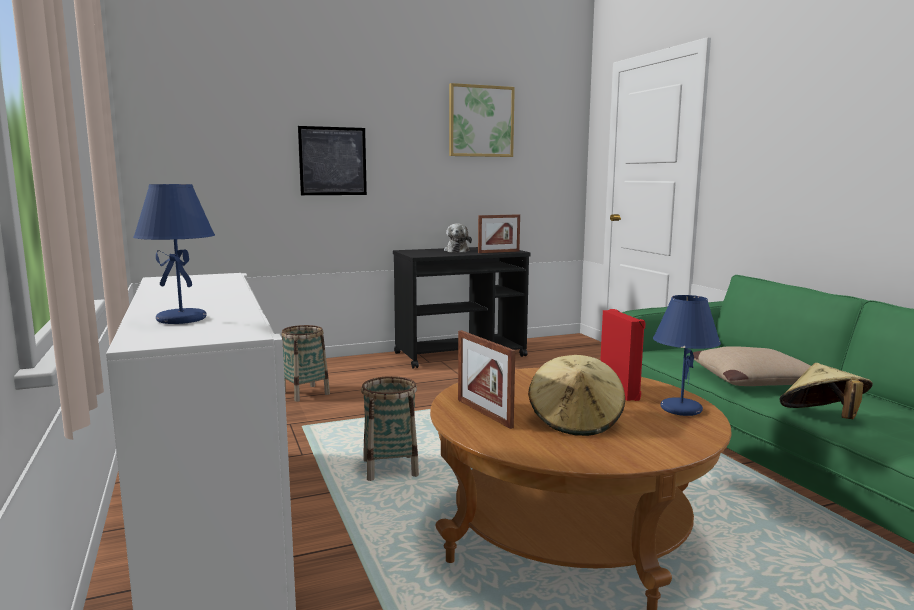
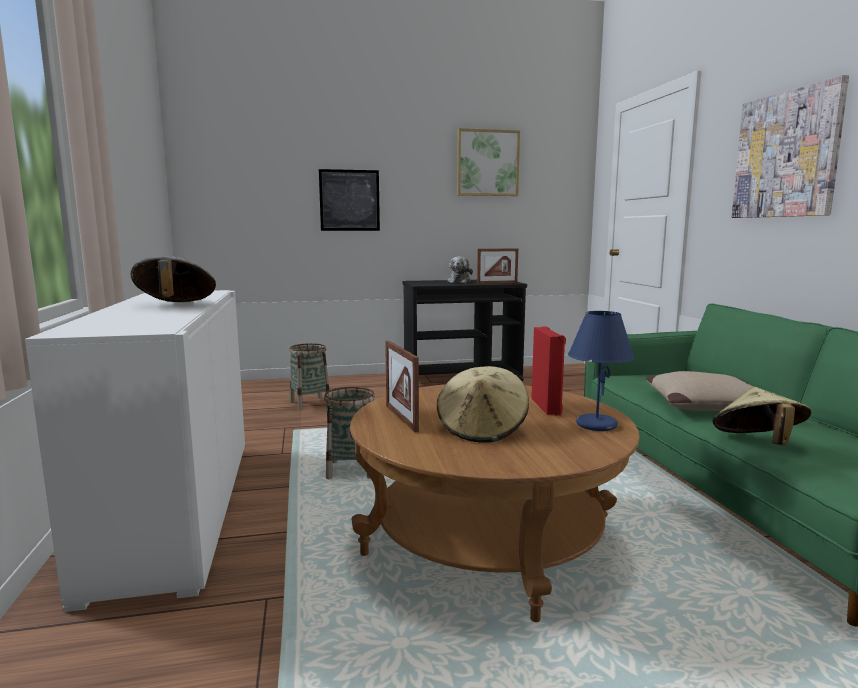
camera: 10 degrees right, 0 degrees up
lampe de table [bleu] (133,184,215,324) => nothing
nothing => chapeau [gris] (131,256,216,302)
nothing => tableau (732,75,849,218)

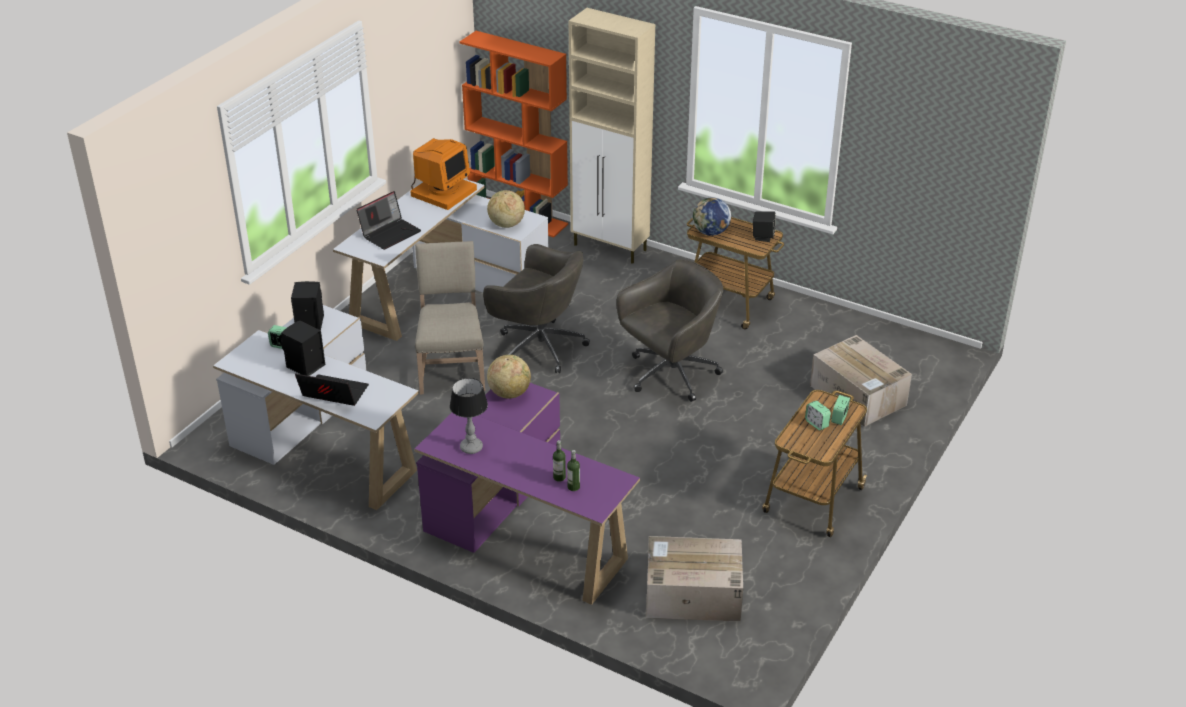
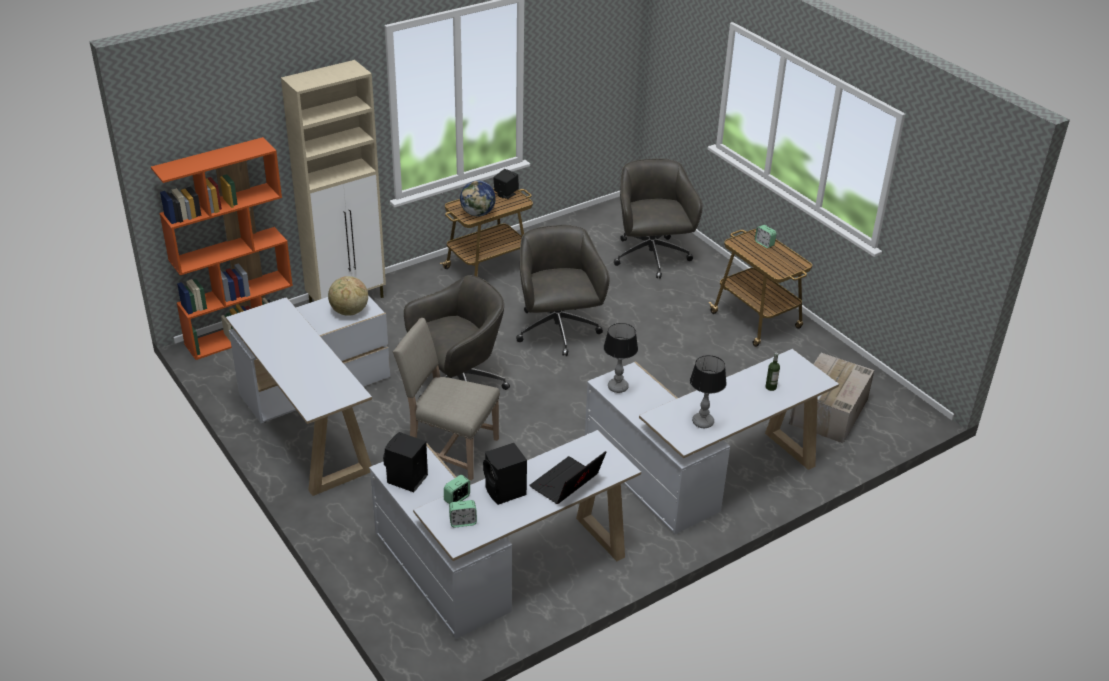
camera: 65 degrees left, 0 degrees up
ordinateur portable (356,191,421,250) => nothing
écran d'ordinateur (410,138,477,210) => nothing
bouteille (567,450,580,491) => nothing
réveil (805,401,831,430) => réveil (449,500,477,527), relocated
globe (487,355,531,398) => lampe de table (603,323,638,393)
carton (810,335,912,427) => chaise de bureau [gris] (614,158,702,279)
bureau [violet] (414,383,640,605) => bureau [blanc] (585,349,839,534)

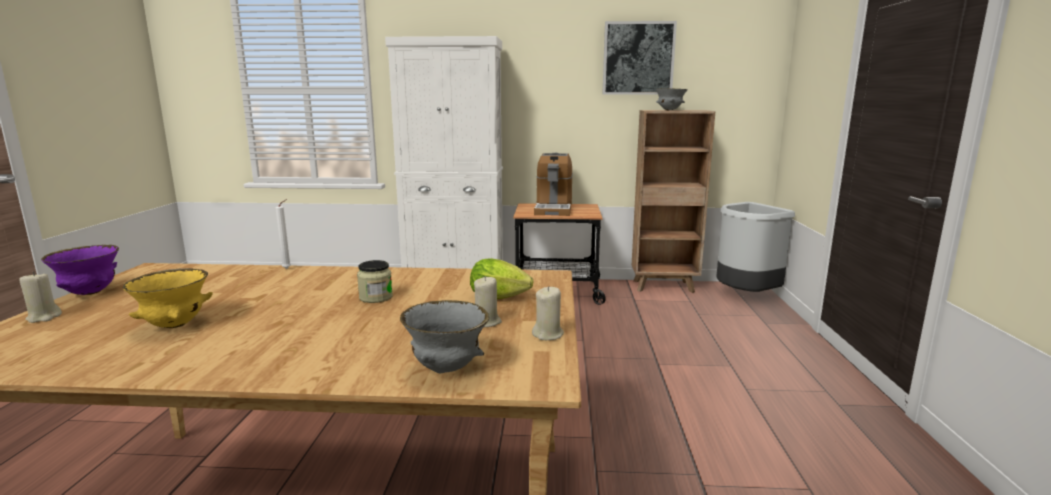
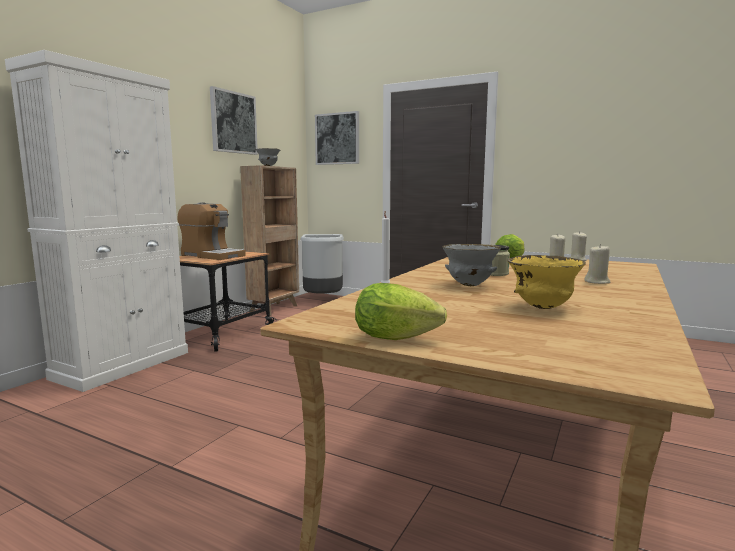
camera: 65 degrees left, 5 degrees down
nothing => tableau (315,111,359,165)
bougie [beige] (19,272,62,323) => bougie [beige] (584,244,611,284), relocated
bol [gris] (400,300,489,374) => bol [gris] (442,244,501,286), relocated
bol [violet] (41,245,119,295) => laitue (355,283,447,340)

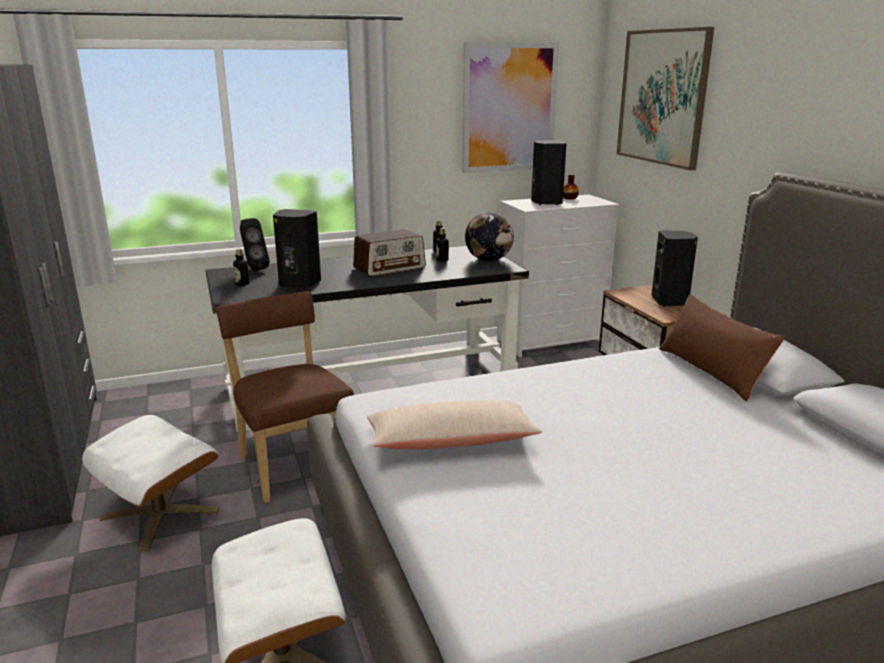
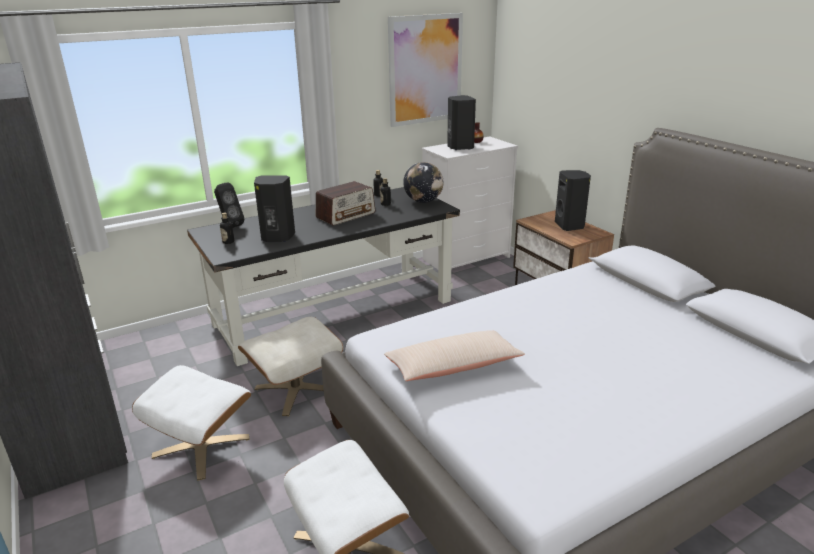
camera: 10 degrees left, 5 degrees up
tableau (617,27,714,170) => nothing
coussin [marron] (659,294,785,402) => nothing
chaise [marron] (216,291,354,503) => pouf [beige] (238,317,343,416)

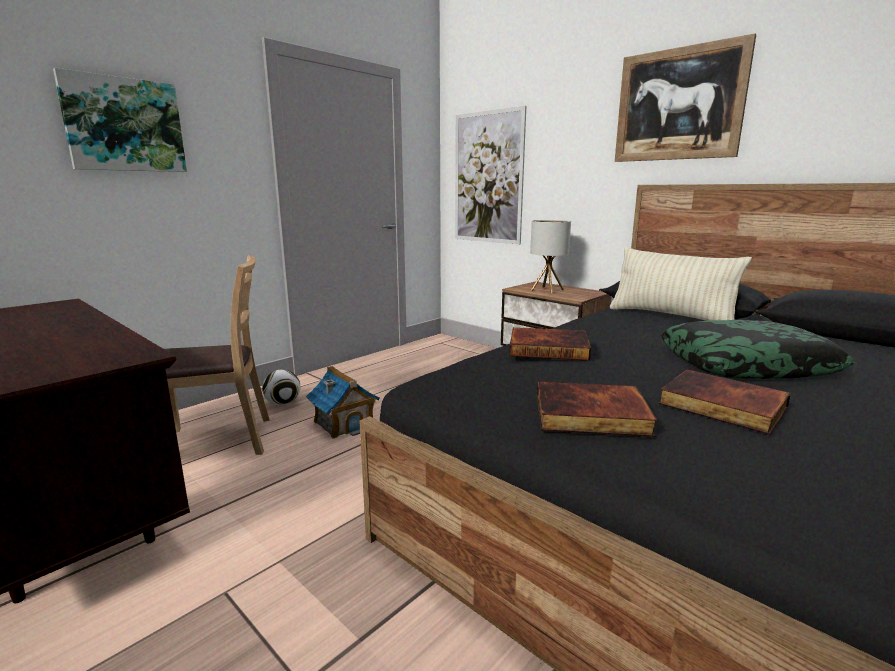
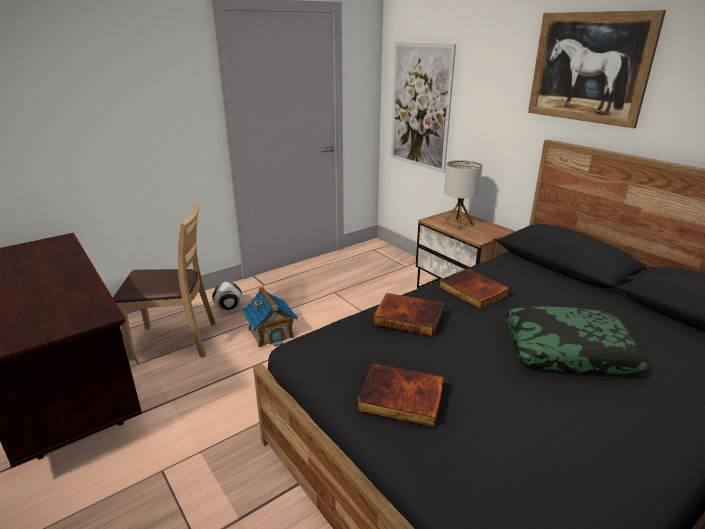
camera: 10 degrees right, 10 degrees up
tableau (53,68,187,172) => nothing
coussin [beige] (610,247,752,321) => nothing
livre (659,369,791,435) => livre (439,269,510,310), relocated

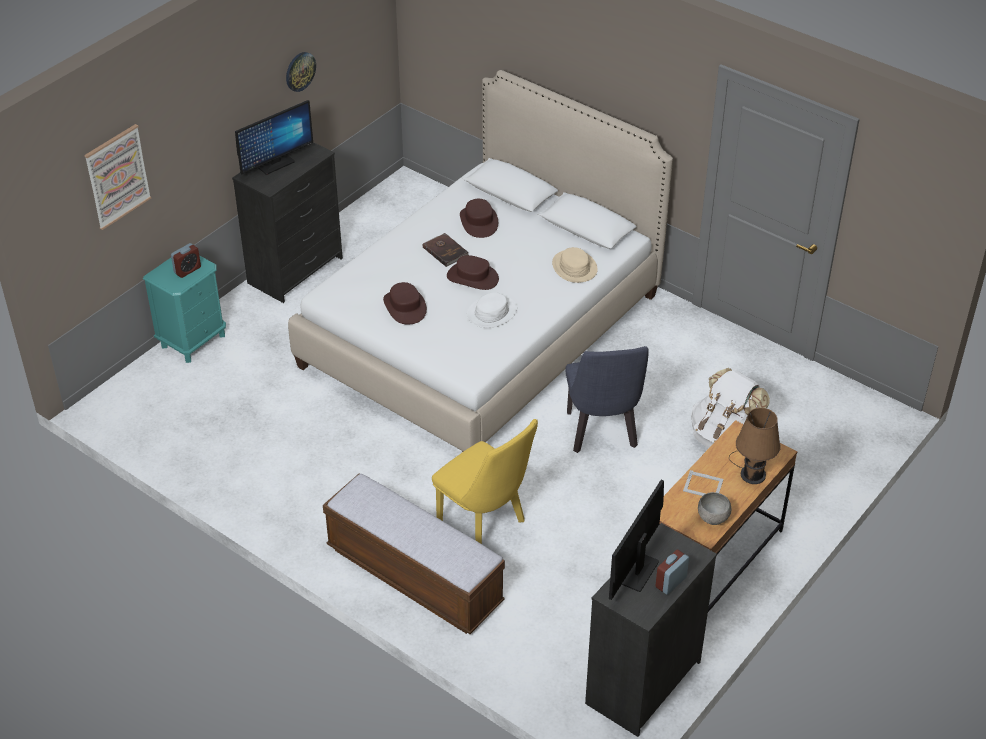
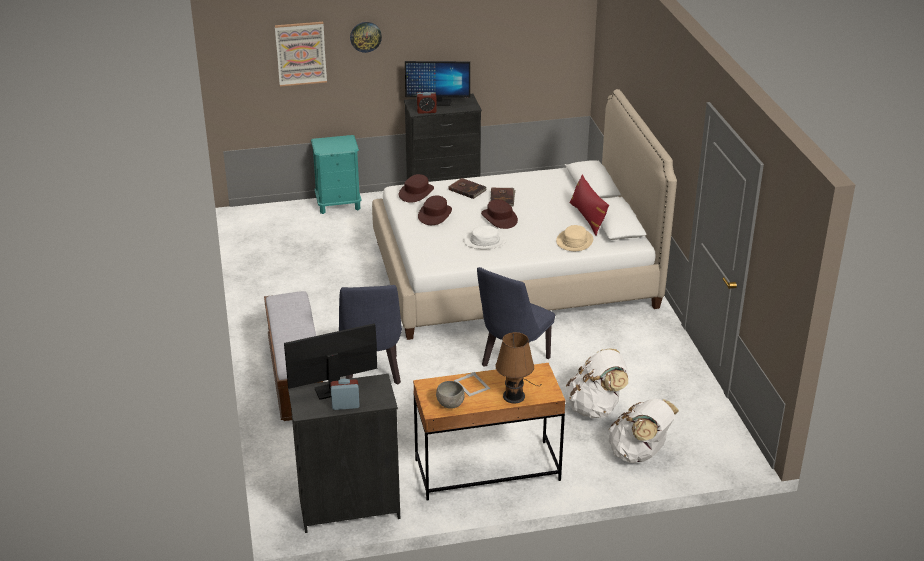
camera: 40 degrees right, 10 degrees down
nothing => livre [marron] (449,178,487,199)
nothing => coussin [rouge] (570,174,609,236)
nothing => sac à dos [blanc] (608,399,679,463)
réveil (171,243,201,278) => réveil (417,92,437,114), relocated
horloge murale (286,52,316,92) => horloge murale (350,22,382,53), relocated
chapeau [marron] (460,199,498,238) => chapeau [marron] (399,174,434,203), relocated
chaise [jaune] (432,419,538,544) => chaise [bleu] (339,285,402,384)

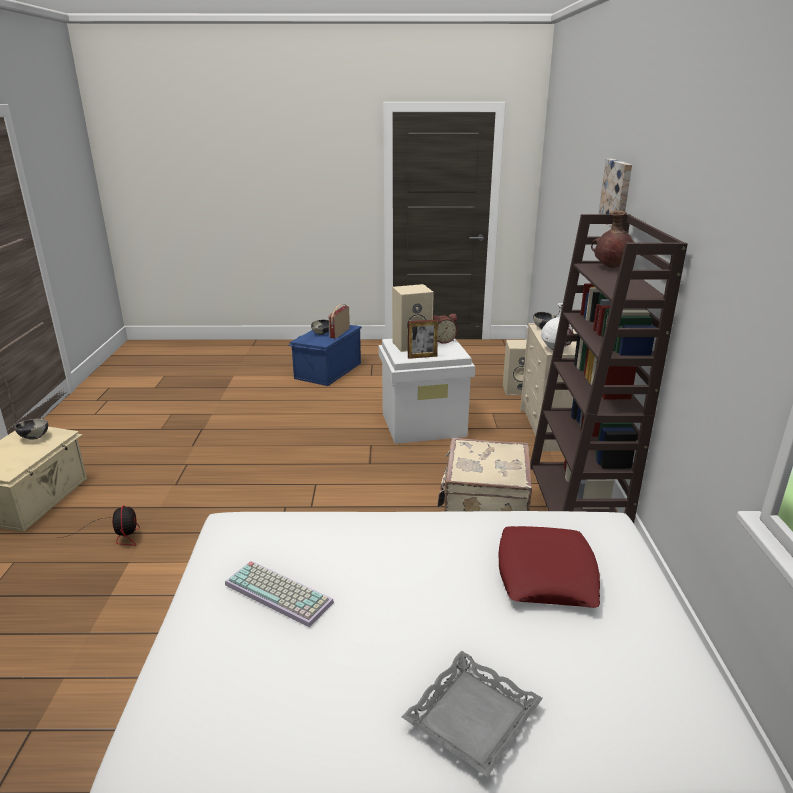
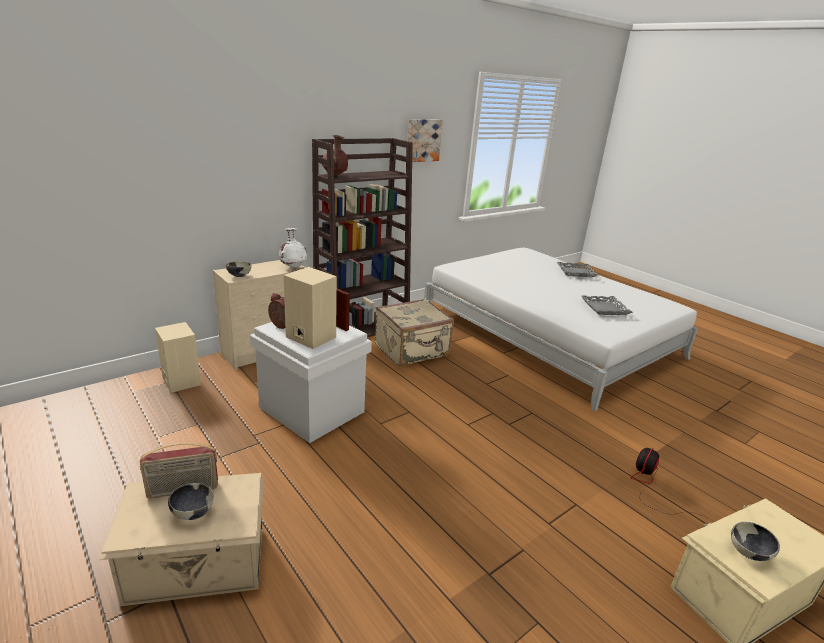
camera: 130 degrees left, 0 degrees up
coussin [rouge] (499,526,600,608) => nothing
tableau (599,159,632,228) => tableau (408,119,443,162), relocated
clavier (225,561,334,627) => plateau [gris] (581,295,633,315)
boîte de rangement [bleu] (288,325,362,386) => boîte de rangement [beige] (99,473,264,606)

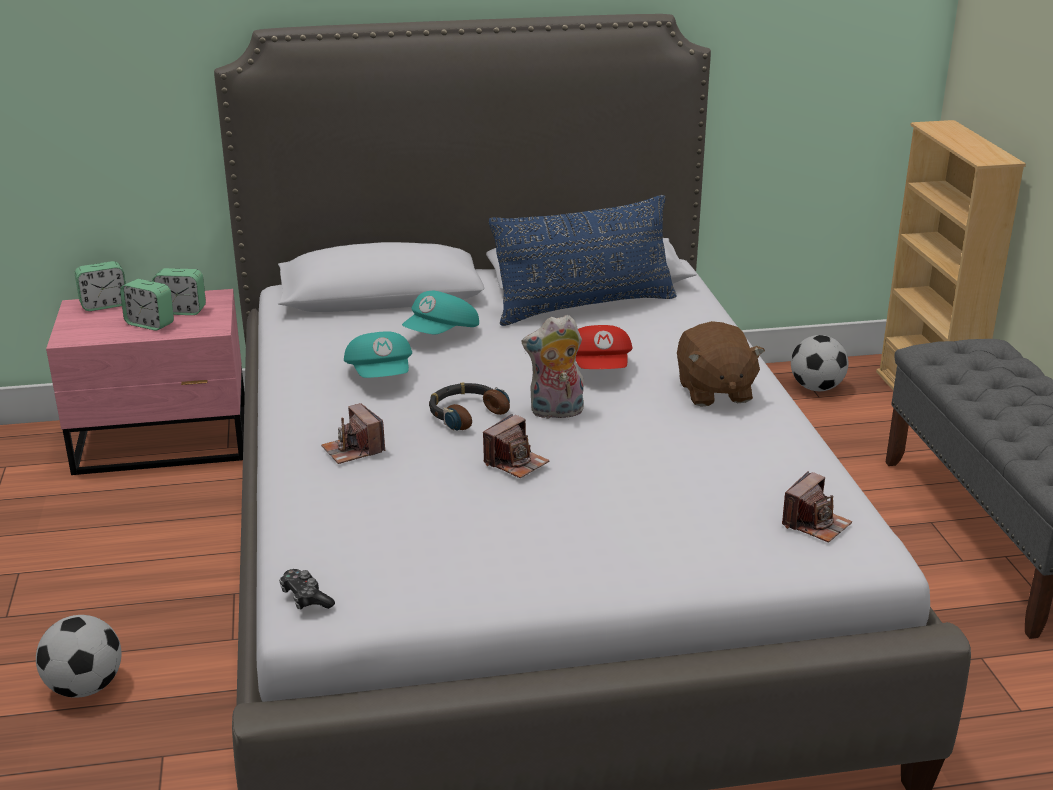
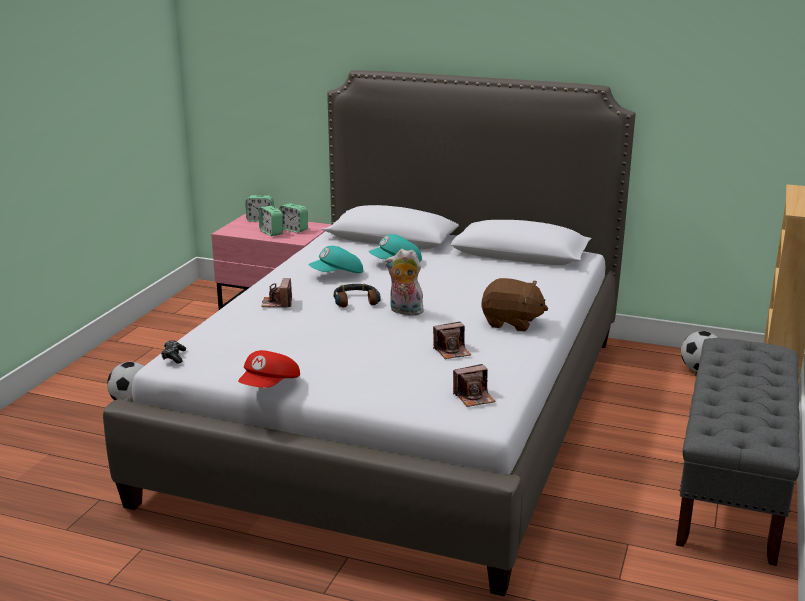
camera: 30 degrees right, 5 degrees down
coussin [bleu] (489,195,676,326) => nothing
appareil photo (483,414,550,478) => appareil photo (433,322,471,359), relocated
casquette [rouge] (576,325,633,369) => casquette [rouge] (238,350,300,388), relocated
casquette [turquoise] (344,331,412,378) => casquette [turquoise] (308,246,363,273), 45 degrees clockwise
peluche [marron] (677,321,765,406) => peluche [marron] (482,278,548,331), 90 degrees counterclockwise

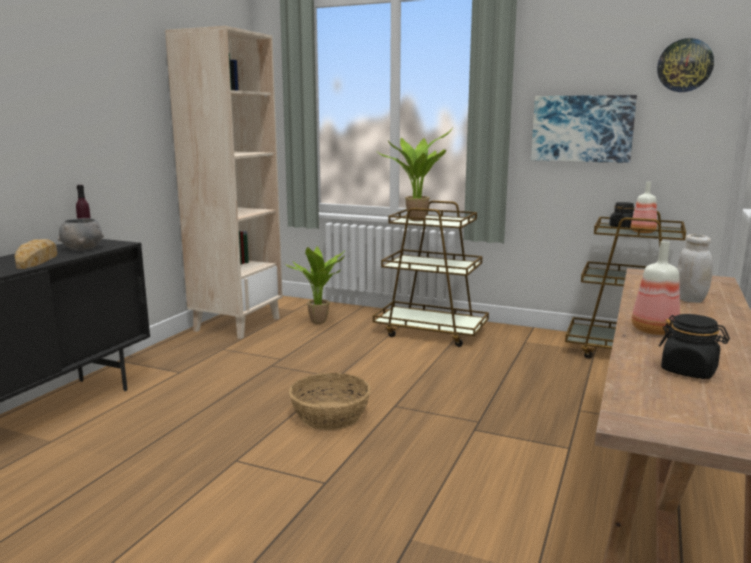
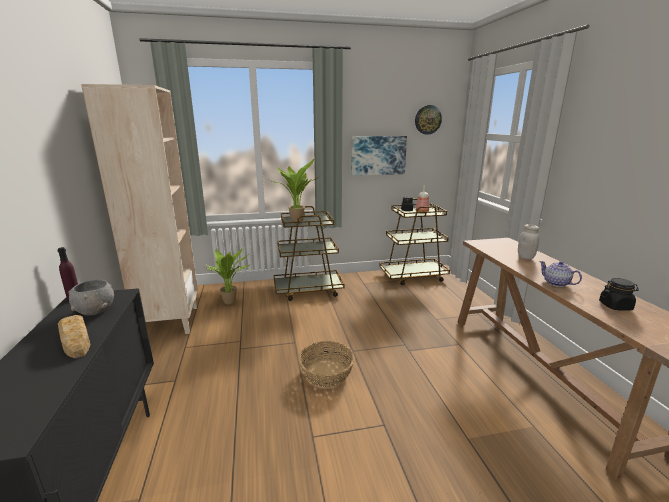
camera: 35 degrees left, 5 degrees up
bouteille (631,241,680,335) => théière (539,261,582,287)

